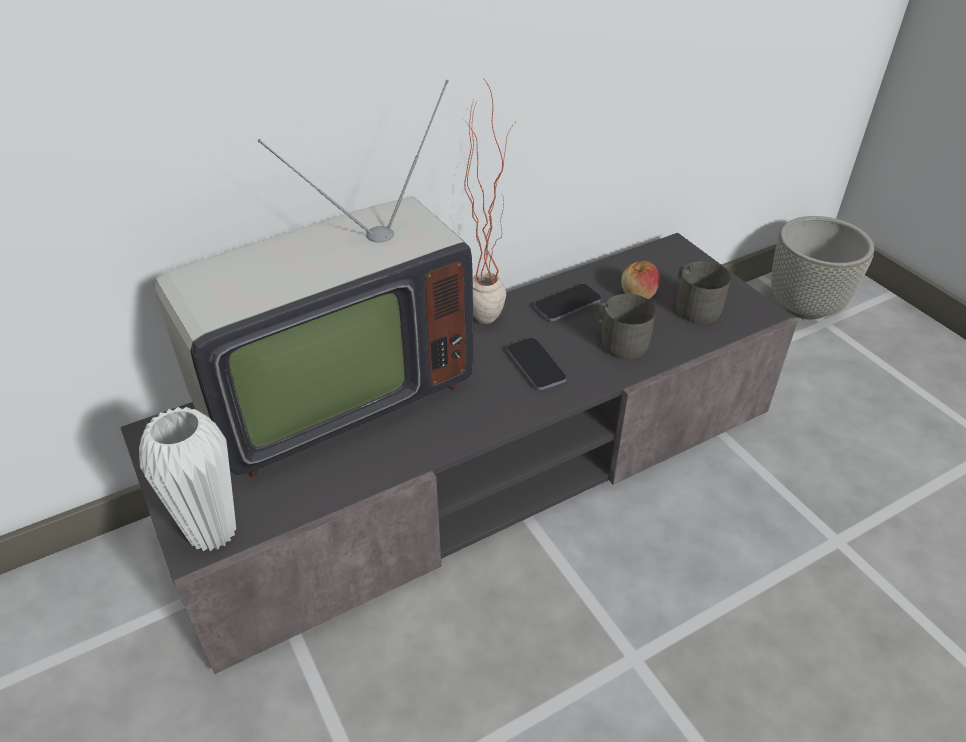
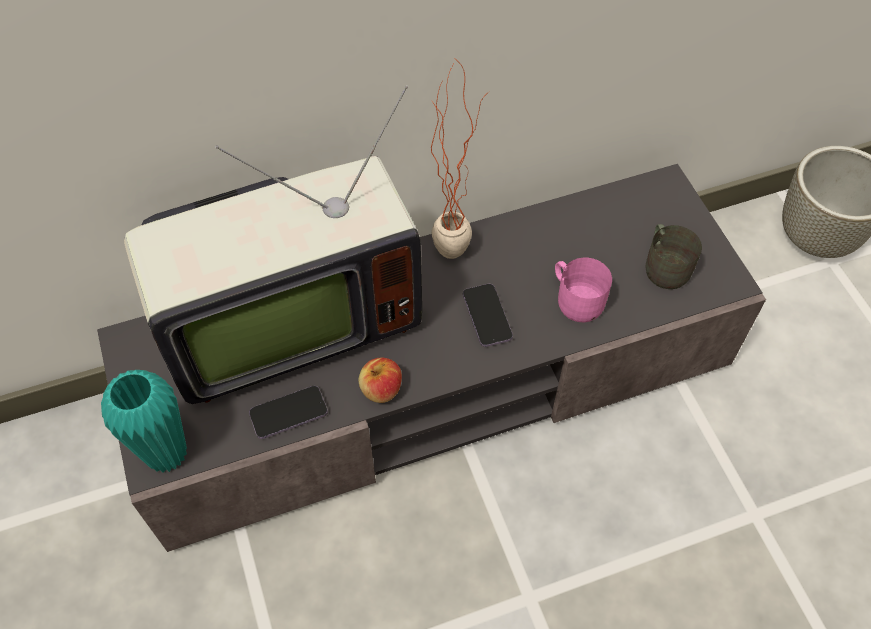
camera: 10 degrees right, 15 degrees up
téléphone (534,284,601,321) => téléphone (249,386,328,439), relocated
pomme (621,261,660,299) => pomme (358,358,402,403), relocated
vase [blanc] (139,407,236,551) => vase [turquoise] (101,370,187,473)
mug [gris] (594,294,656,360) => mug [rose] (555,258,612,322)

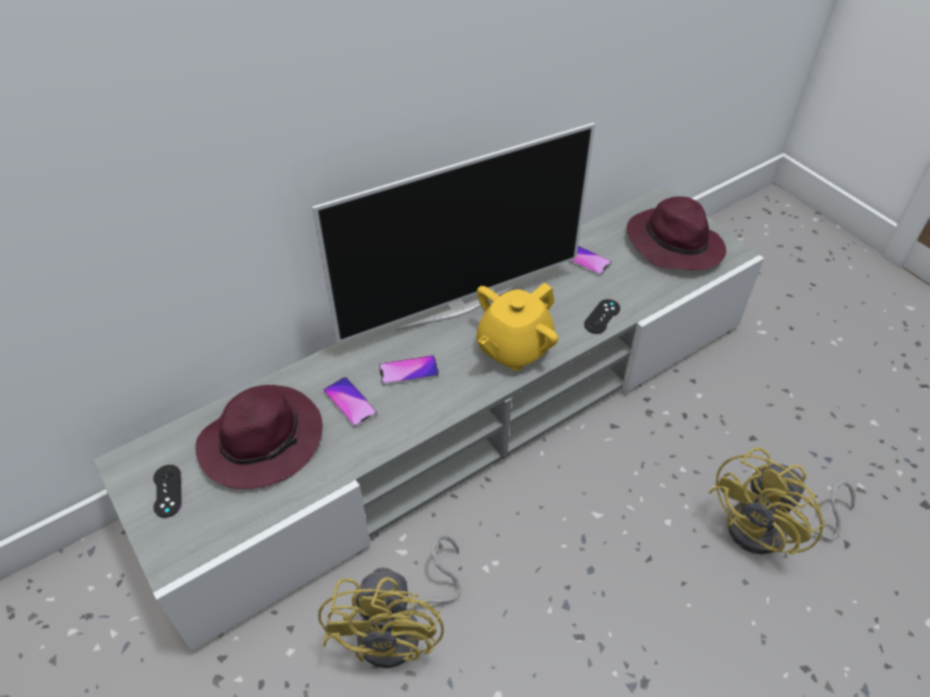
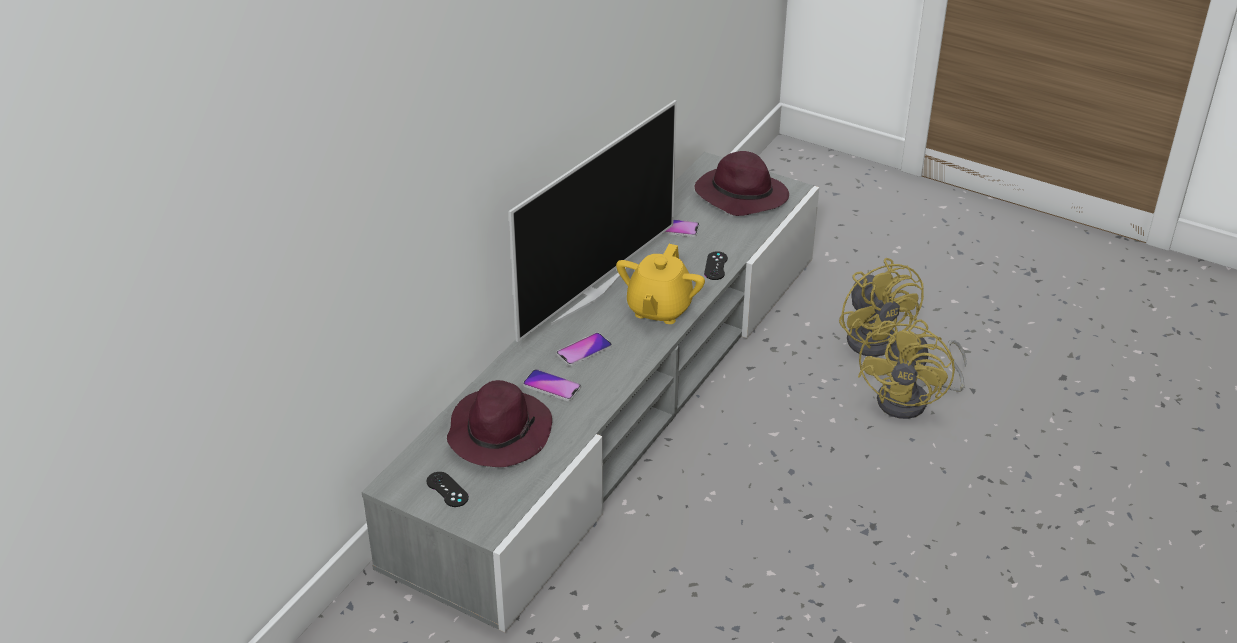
camera: 25 degrees left, 10 degrees down
ventilateur [jaune] (318,535,461,668) => ventilateur [jaune] (839,258,924,357), relocated

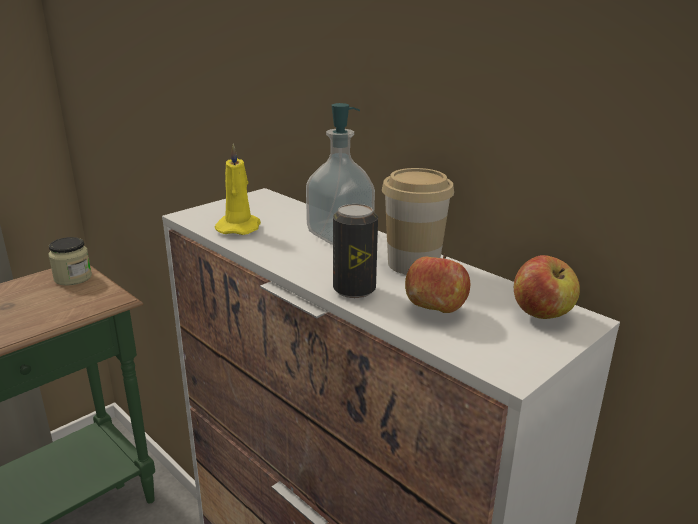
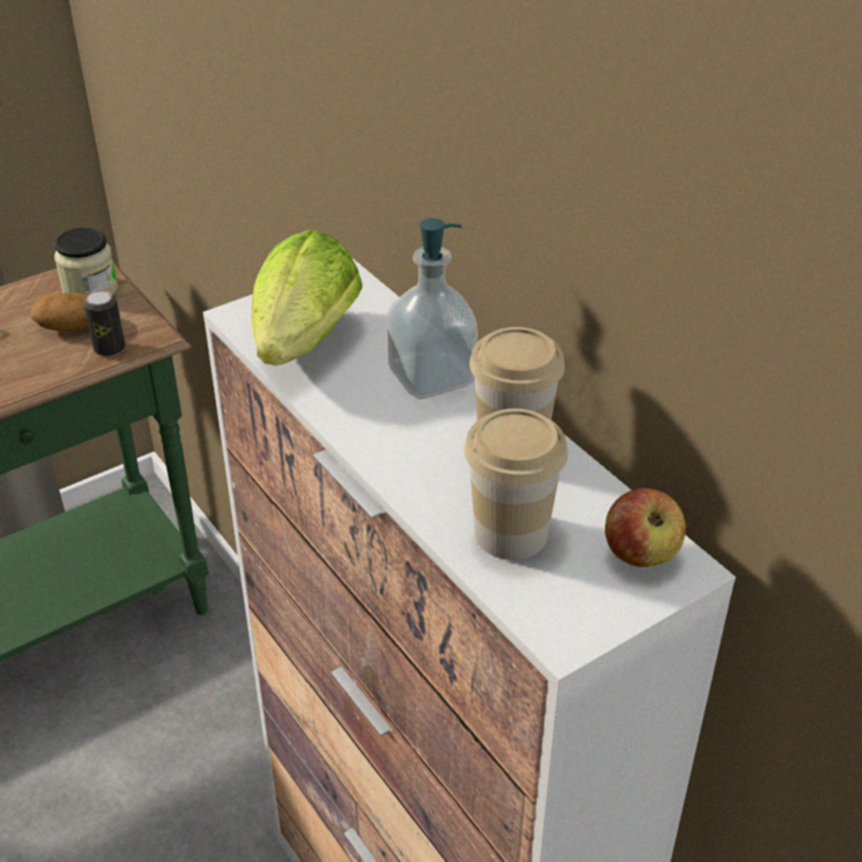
camera: 10 degrees right, 15 degrees up
nothing => pomme de terre (31,293,89,331)
boîte métallique (333,204,378,298) => boîte métallique (84,290,125,357), relocated
bougie [jaune] (215,143,261,235) => laitue (251,230,363,366)
pomme (405,254,470,313) => tasse (464,408,568,560)

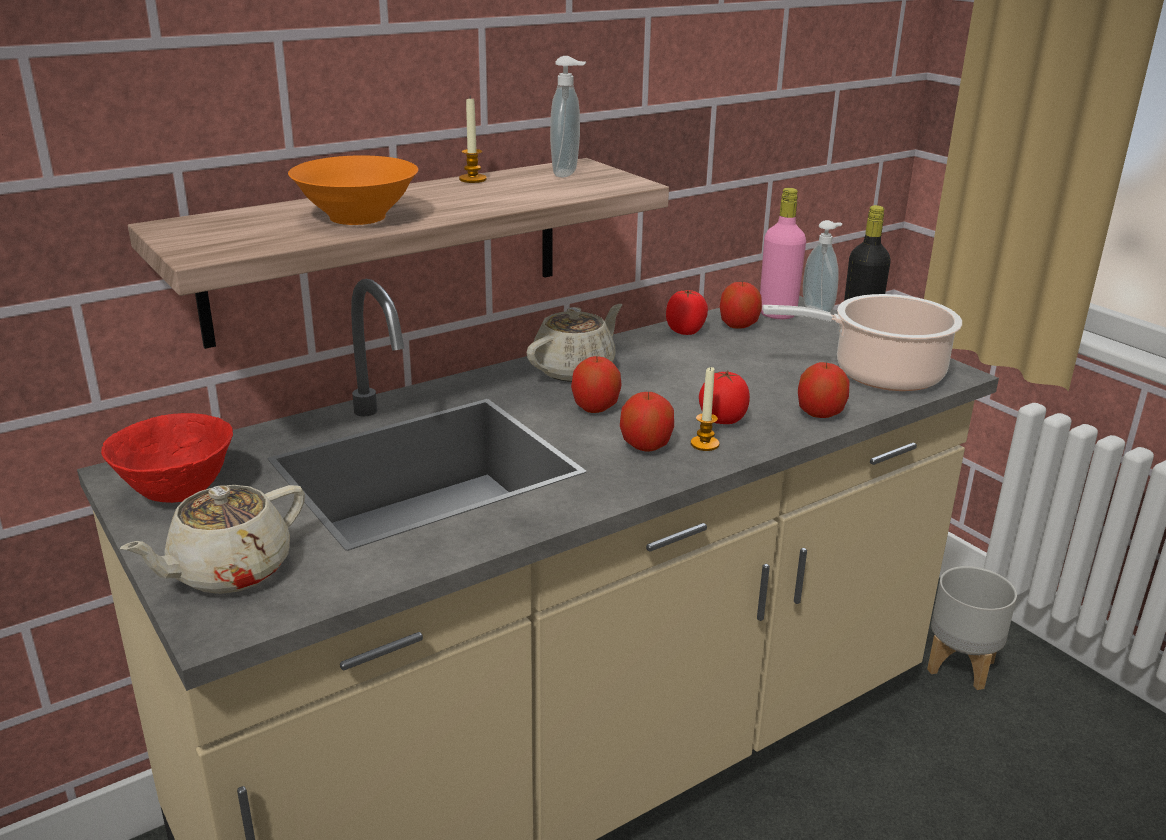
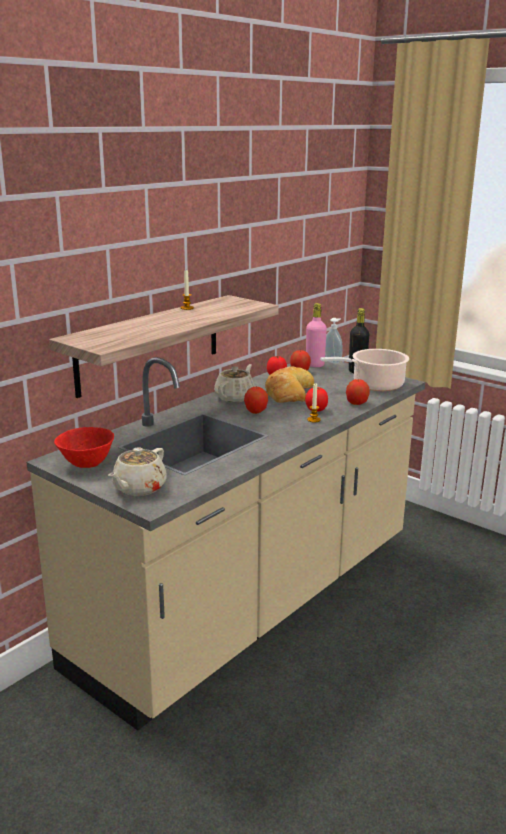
camera: 15 degrees left, 5 degrees down
bol [orange] (288,155,418,225) => nothing
distributeur de savon (550,56,586,177) => nothing
pomme (620,392,674,452) => nothing
cache-pot [gris] (927,566,1017,690) => nothing
nothing => pain (265,367,314,403)

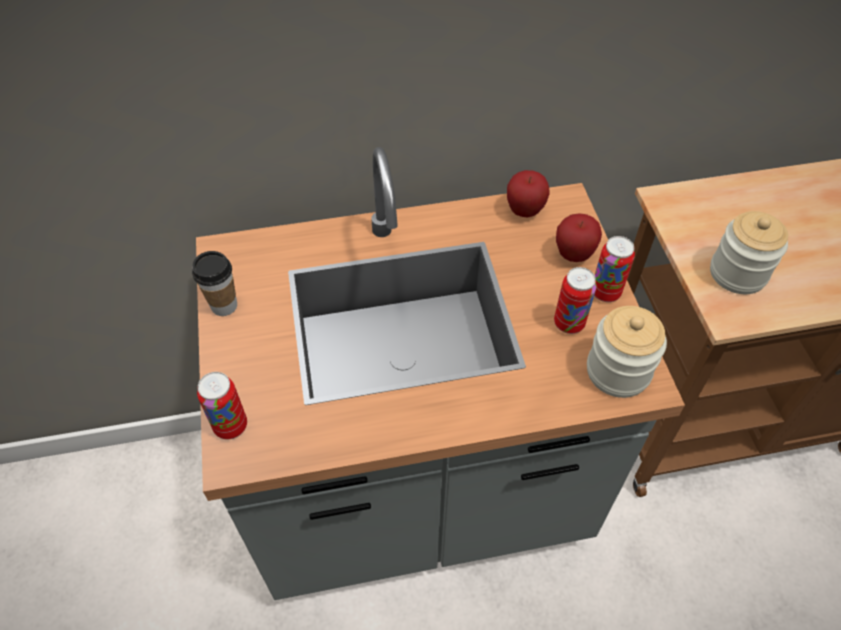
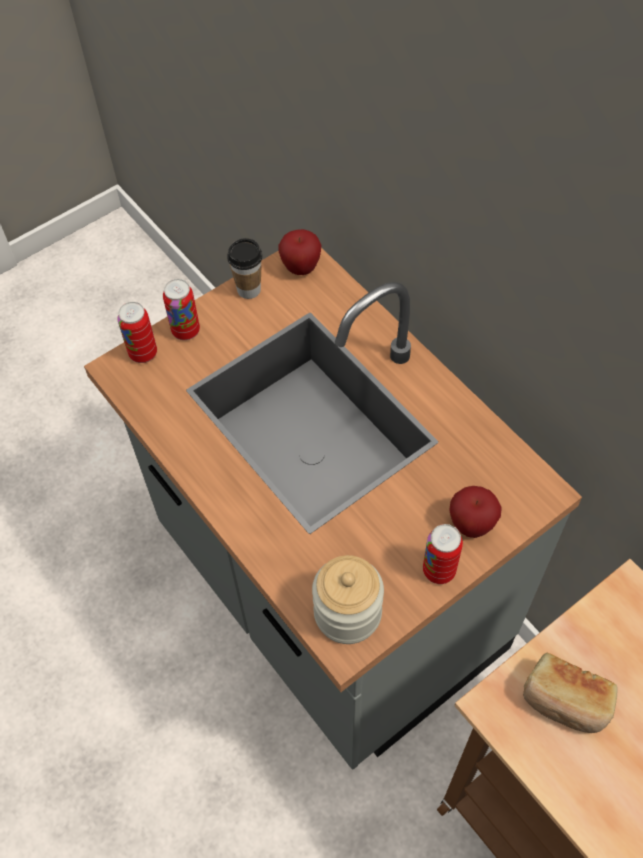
camera: 65 degrees right, 5 degrees up
pomme (507,170,550,217) => pomme (278,229,321,275), relocated
boîte métallique (554,267,597,334) => boîte métallique (163,279,200,340), relocated
bocal (710,211,788,294) => pain (523,653,618,733)

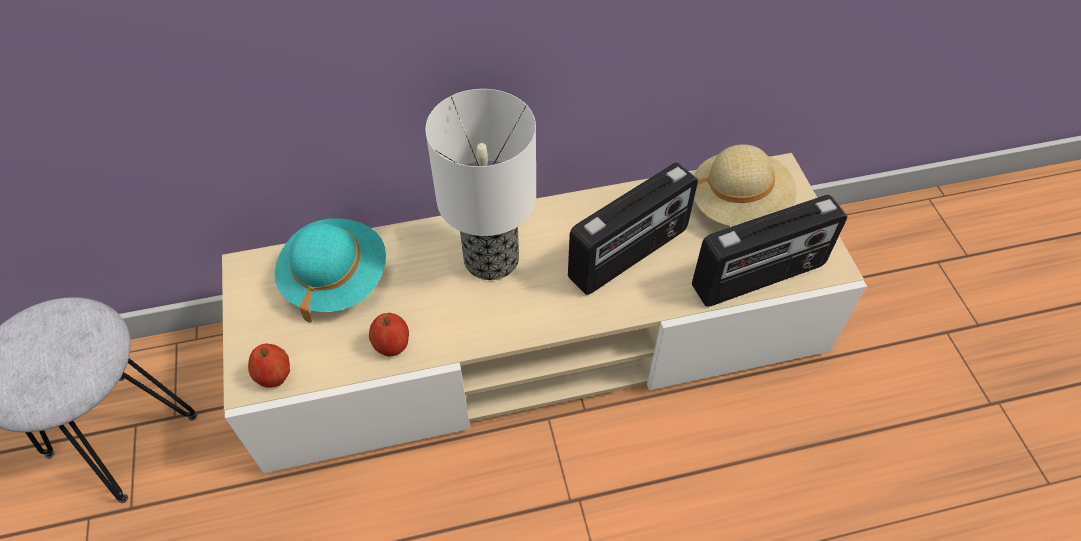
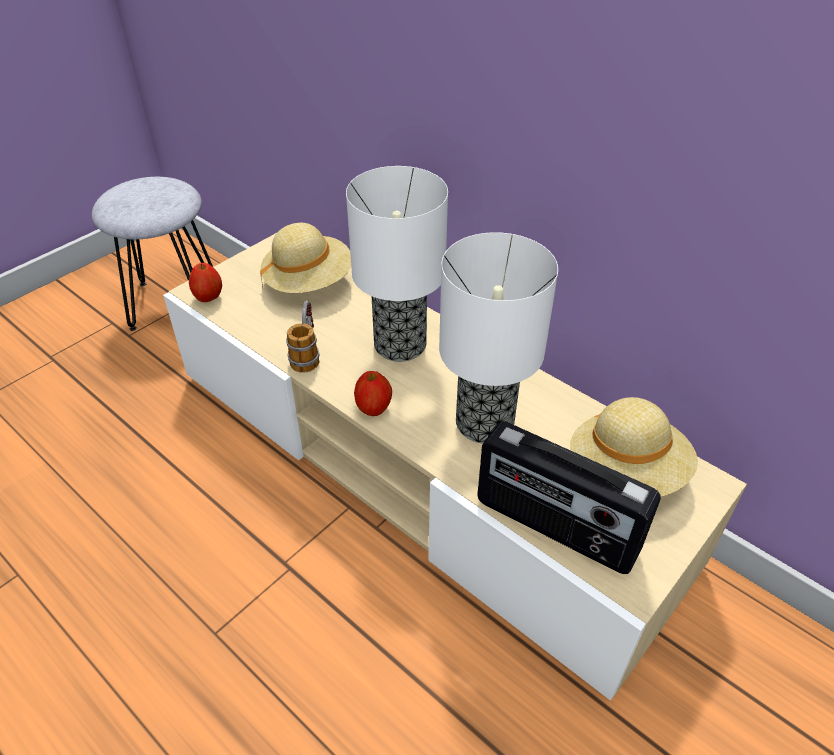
camera: 55 degrees right, 10 degrees down
nothing => mug (286,300,319,373)
pomme (369,313,409,357) => pomme (354,371,392,416), relocated
radio (568,162,698,295) => lampe de table (439,232,558,444)
chapeau [turquoise] (275,218,386,324) => chapeau [beige] (260,223,351,293)

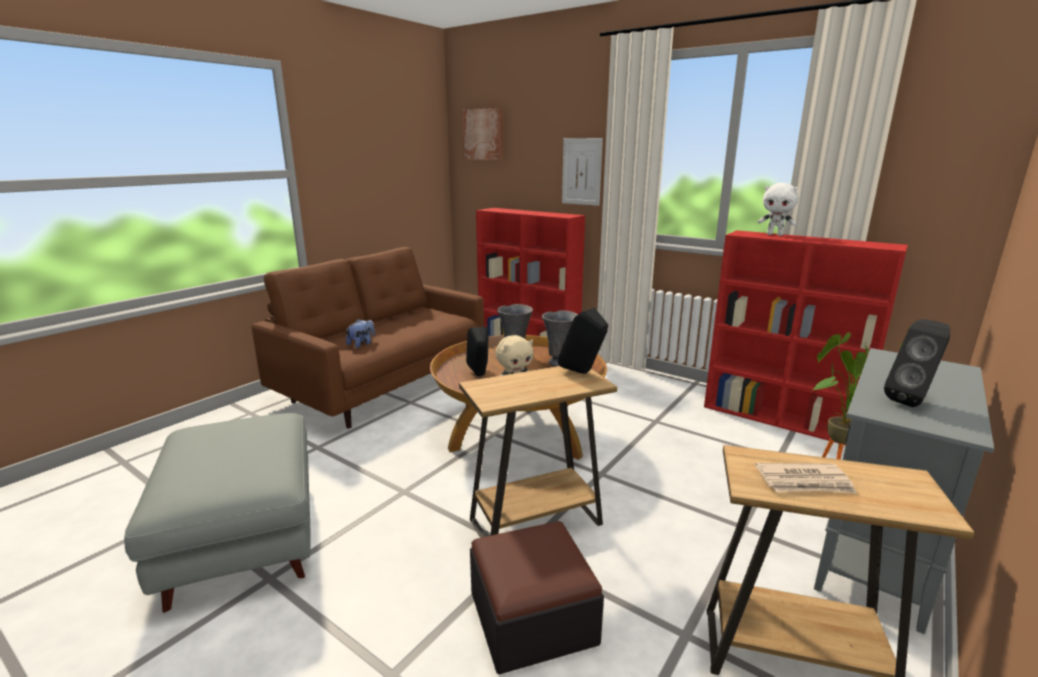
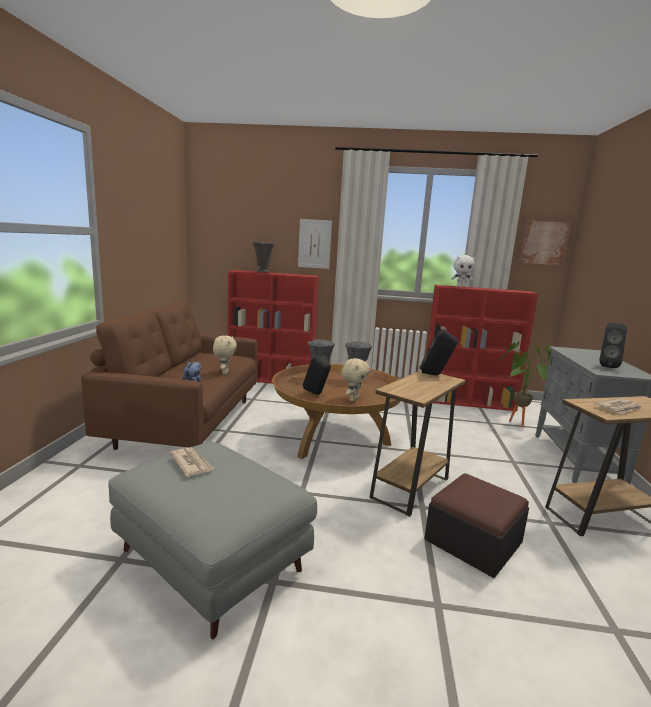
camera: 30 degrees left, 5 degrees down
nothing => journal (170,447,214,477)
nothing => peluche [beige] (213,335,237,375)
nothing => vase [gris] (253,242,274,273)
tableau (462,108,503,160) => tableau (519,220,571,266), relocated

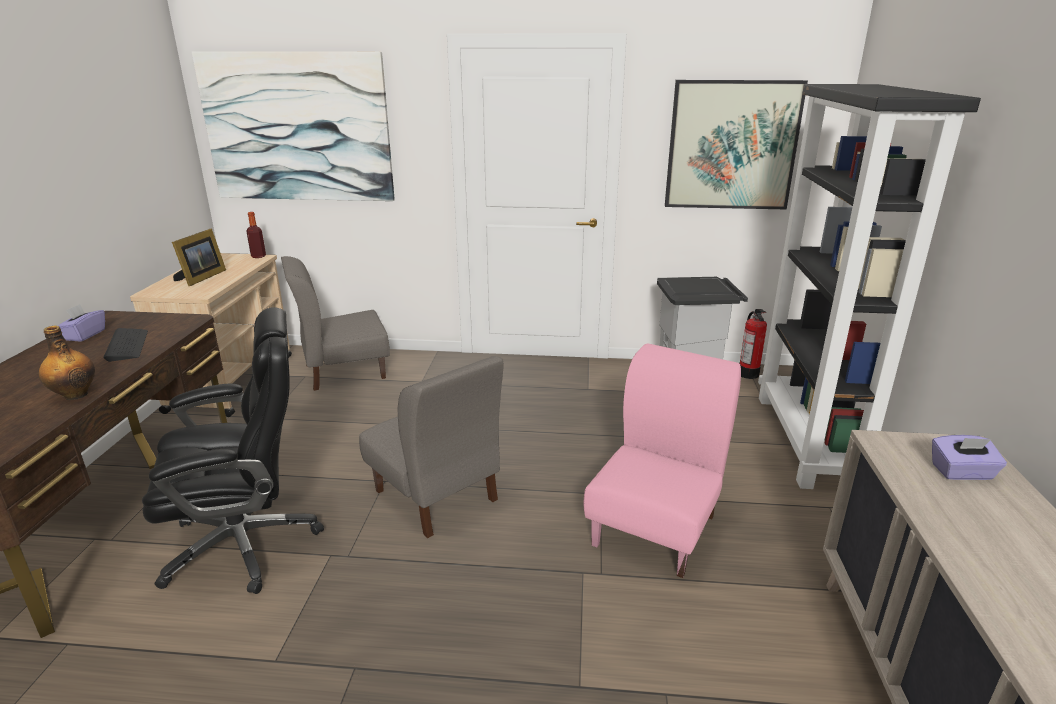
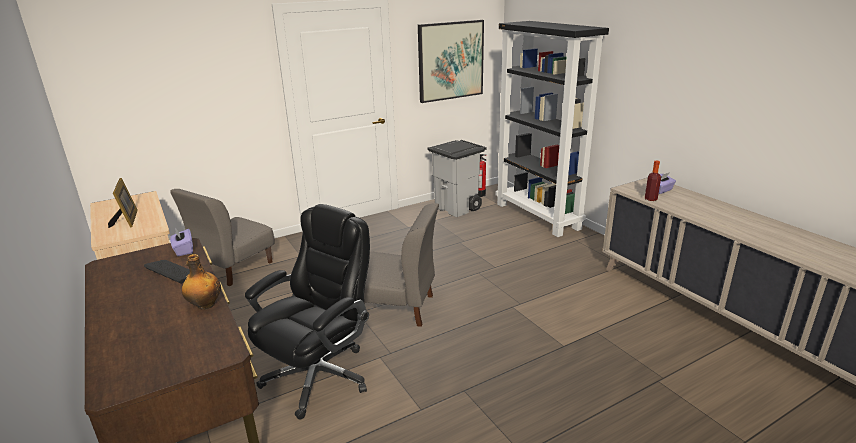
camera: 35 degrees left, 0 degrees up
tableau (192,51,395,201) => nothing
chaise [rose] (583,343,741,578) => nothing
boîte à mouchoirs [violet] (58,304,105,342) => boîte à mouchoirs [violet] (170,229,193,256), relocated
bouteille (246,212,266,258) => bouteille (645,160,661,201), relocated

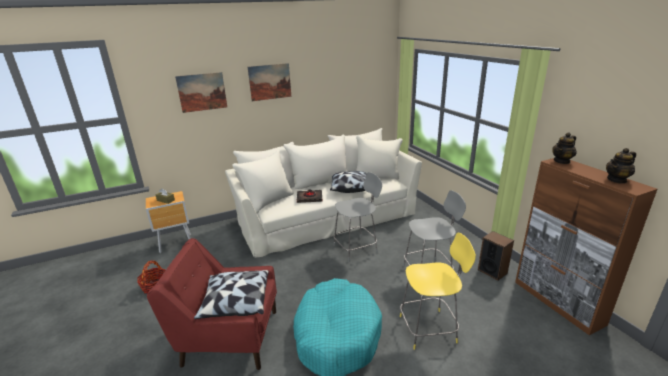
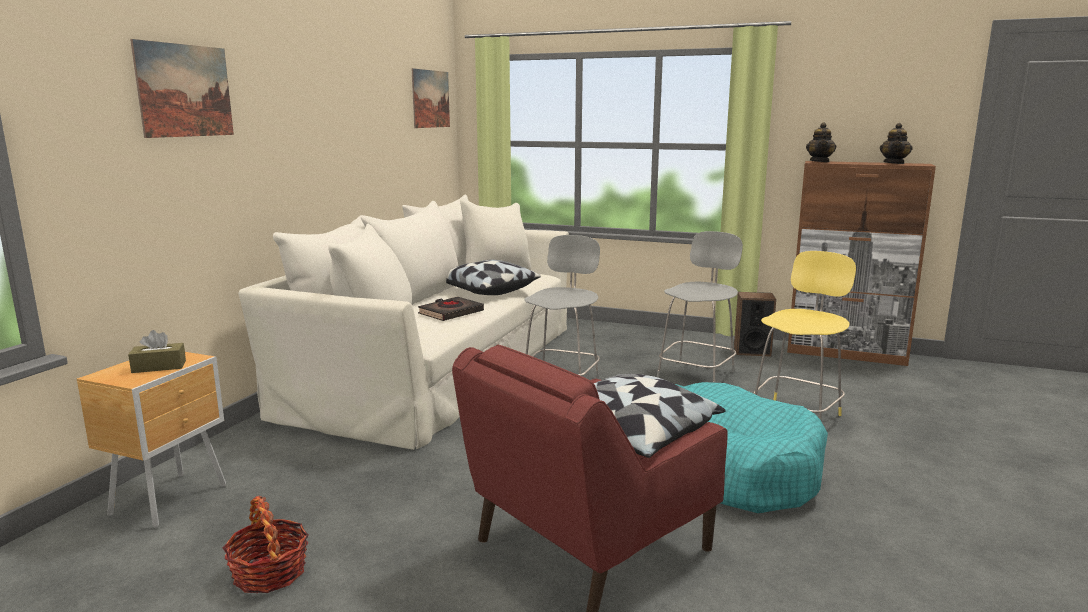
camera: 45 degrees left, 10 degrees down
tableau (248,63,291,101) => tableau (412,68,450,128), relocated

